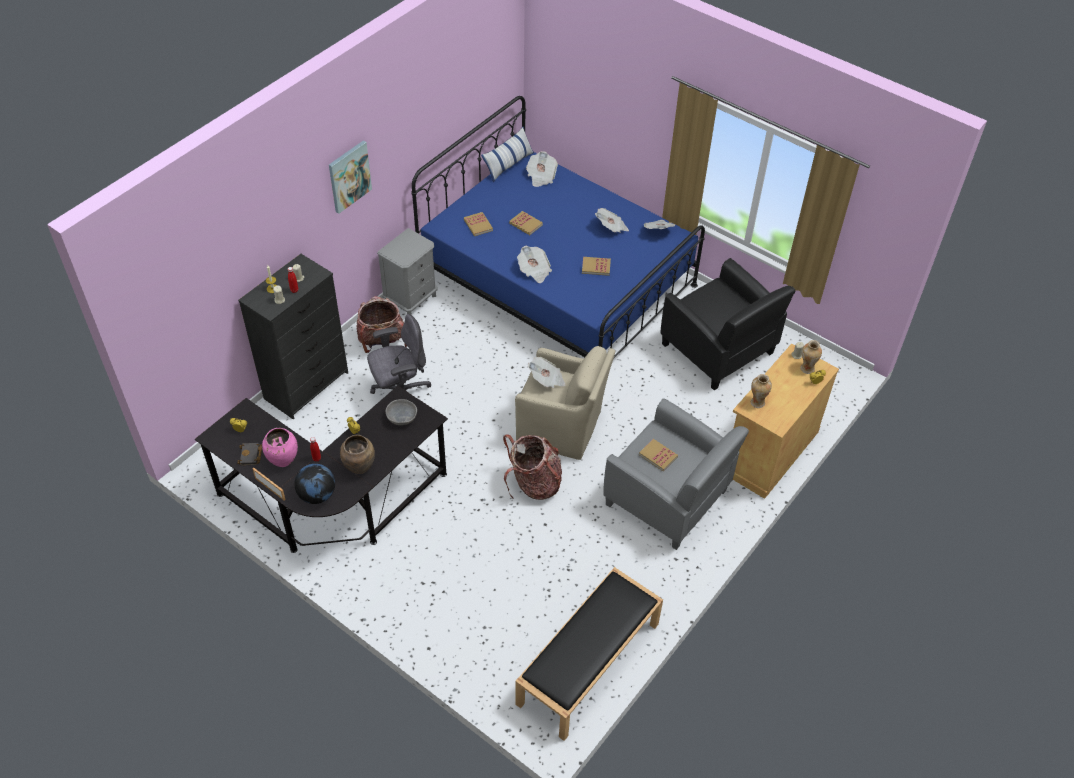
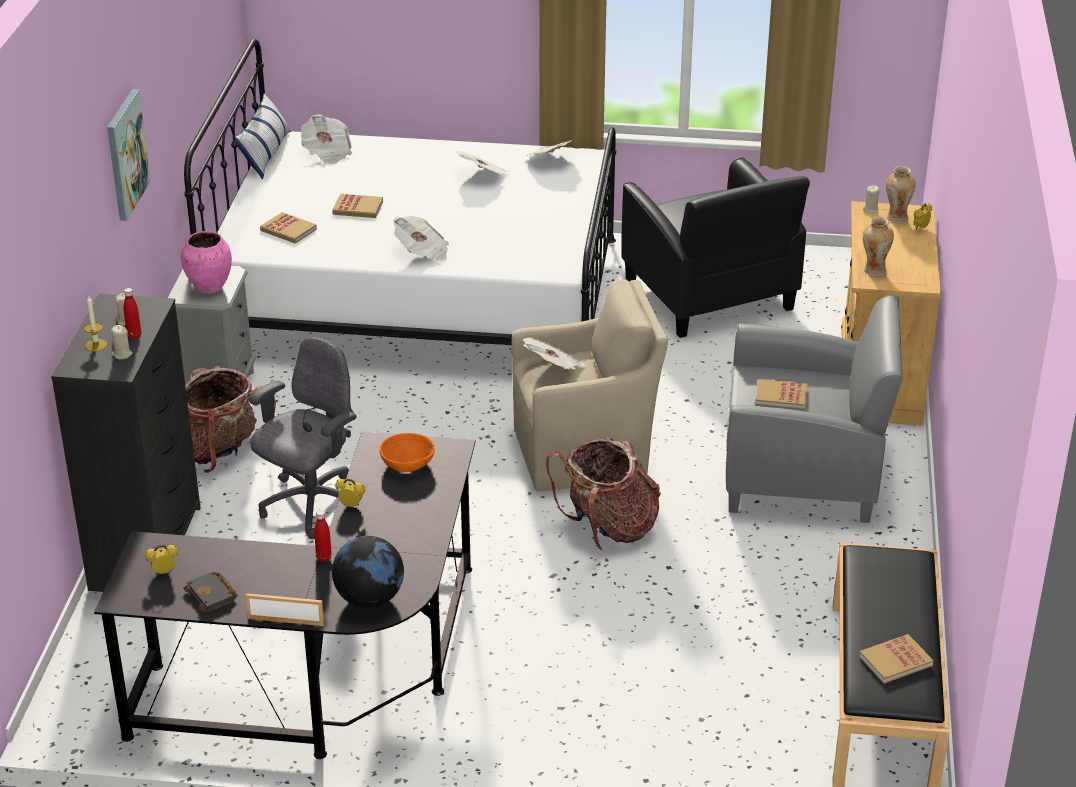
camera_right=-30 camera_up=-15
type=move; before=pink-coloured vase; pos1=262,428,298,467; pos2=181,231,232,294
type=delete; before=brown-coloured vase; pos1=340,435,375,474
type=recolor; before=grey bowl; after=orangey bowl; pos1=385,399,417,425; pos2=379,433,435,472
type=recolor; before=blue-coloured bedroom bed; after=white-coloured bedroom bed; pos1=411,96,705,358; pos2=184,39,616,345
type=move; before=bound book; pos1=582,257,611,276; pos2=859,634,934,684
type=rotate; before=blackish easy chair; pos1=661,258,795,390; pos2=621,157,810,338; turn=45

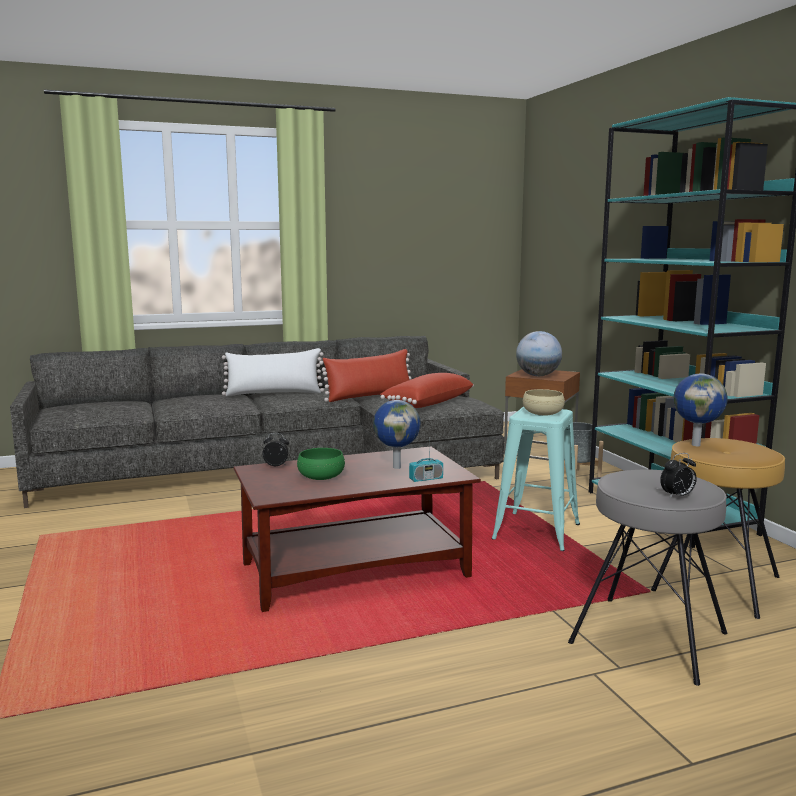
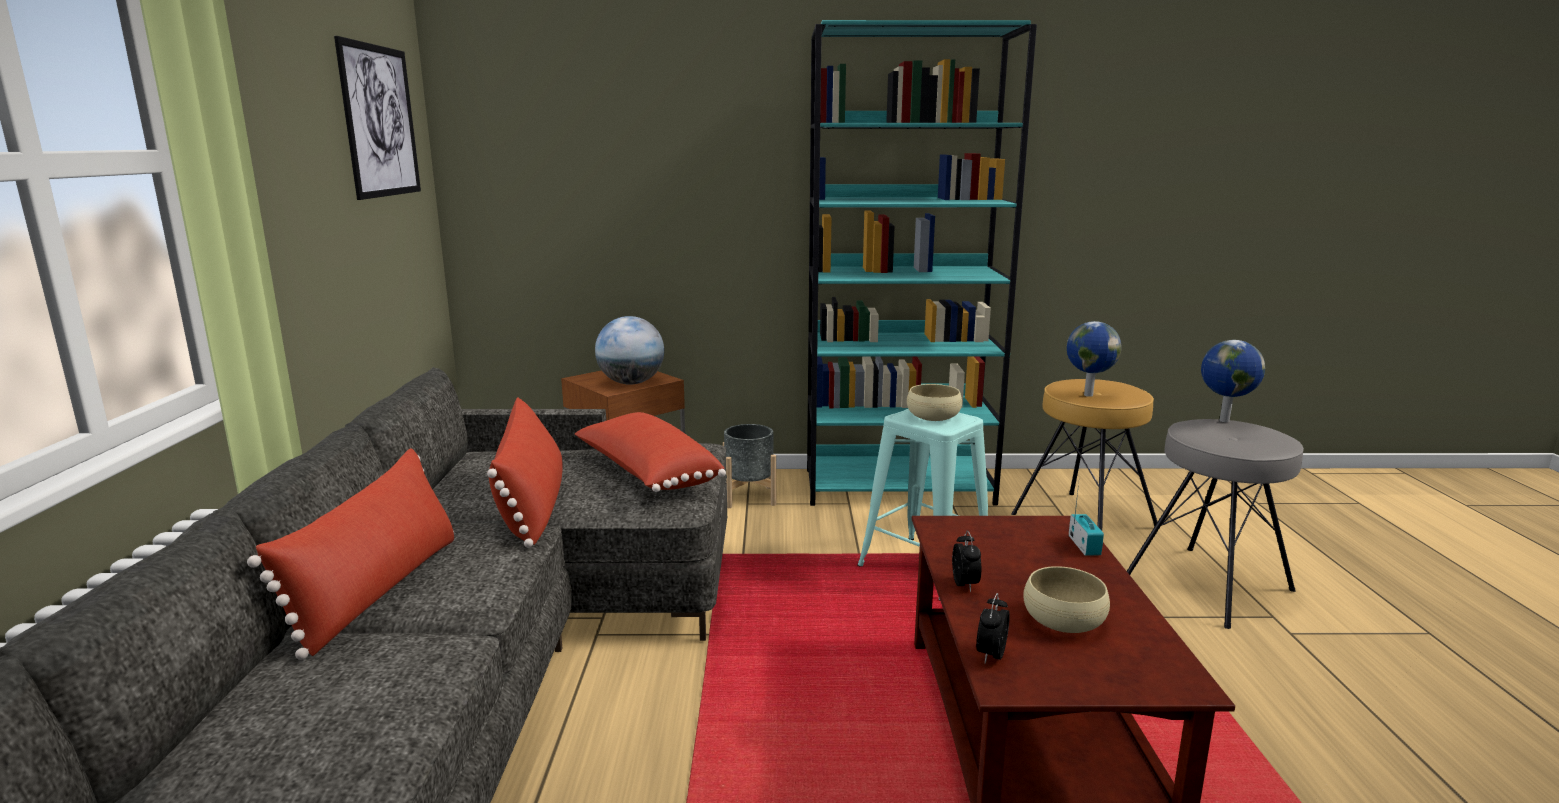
camera_right=-70 camera_up=5
type=recolor; before=white-coloured throw pillow; after=red throw pillow; pos1=222,348,324,396; pos2=247,448,455,660
type=recolor; before=green bowl; after=beige bowl; pos1=297,448,345,480; pos2=1023,566,1110,633
type=move; before=world globe; pos1=373,400,421,469; pos2=1201,340,1265,422
type=move; before=table clock; pos1=660,453,697,498; pos2=952,531,981,592
type=insert; after=wall picture; pos2=334,36,421,200

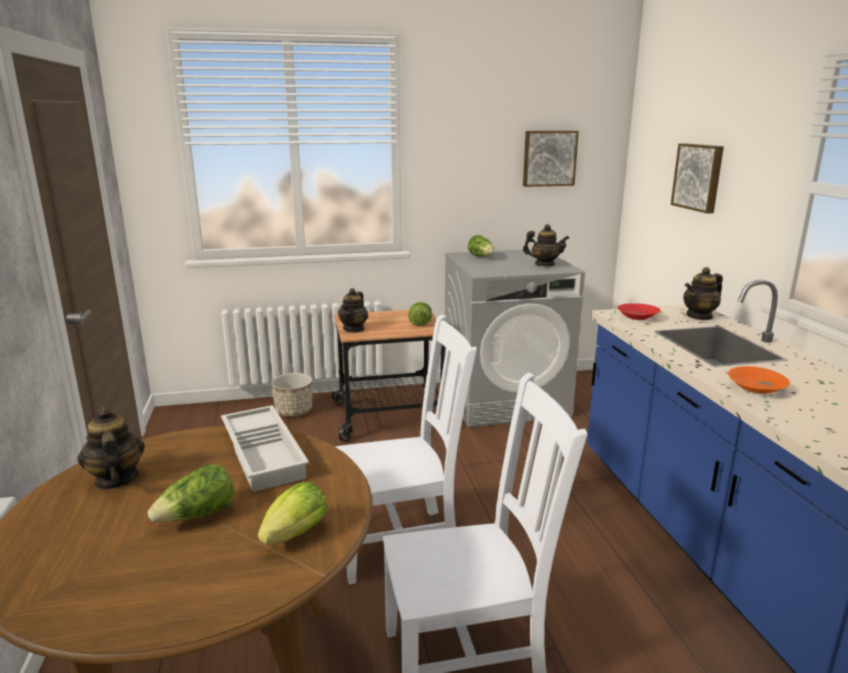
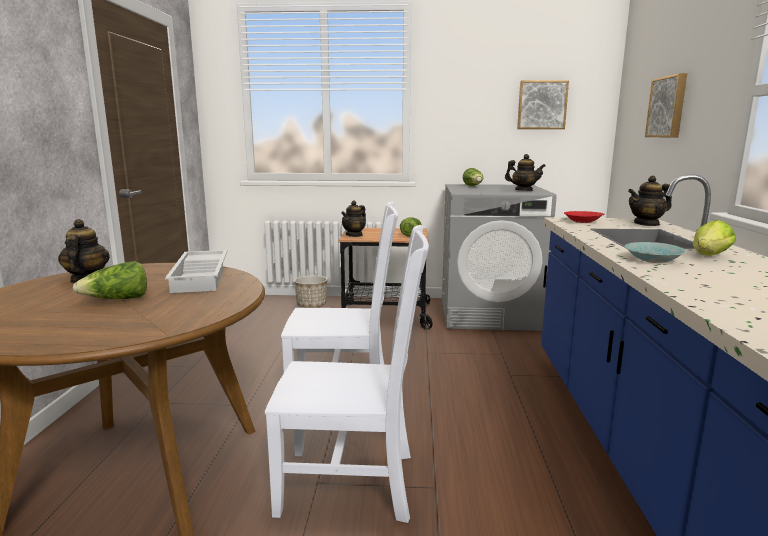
camera_right=15 camera_up=-5
type=move; before=lettuce head; pos1=258,482,327,544; pos2=693,220,736,256
type=recolor; before=orangey bowl; after=turquoise bowl; pos1=728,366,790,394; pos2=625,242,687,263

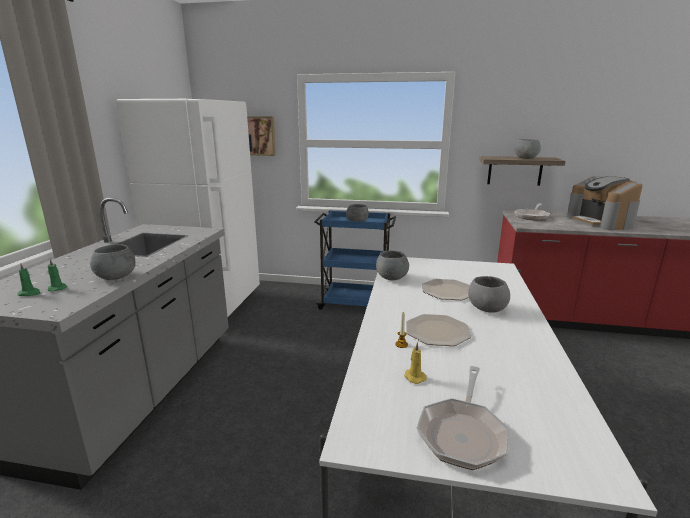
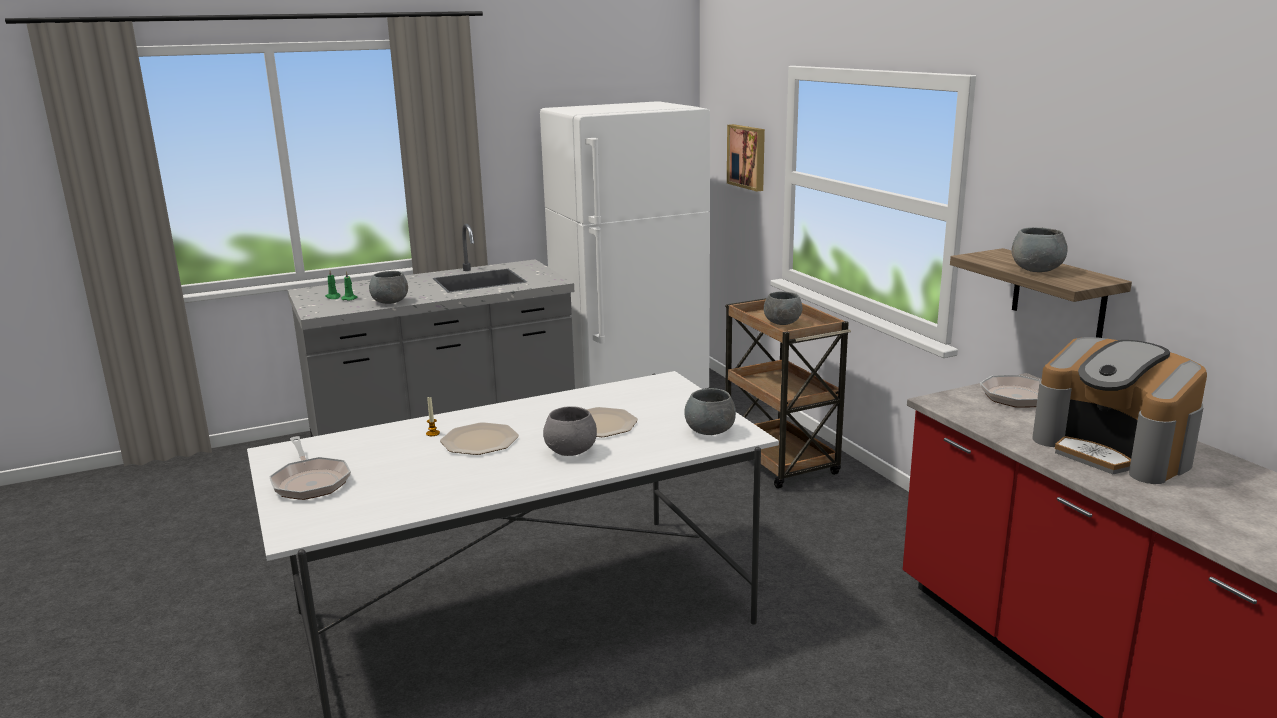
camera_right=55 camera_up=0
type=recolor; before=blue-coloured trolley; after=brown-coloured trolley; pos1=314,210,396,310; pos2=725,298,851,489
type=move; before=grey bowl; pos1=376,250,409,280; pos2=684,388,736,435
type=delete; before=yellowish wax light; pos1=404,342,427,384
type=rotate; before=frying pan; pos1=417,366,509,470; pos2=269,436,351,500; turn=-105
type=rotate; before=coffee machine; pos1=567,176,643,230; pos2=1032,337,1207,484; turn=-75

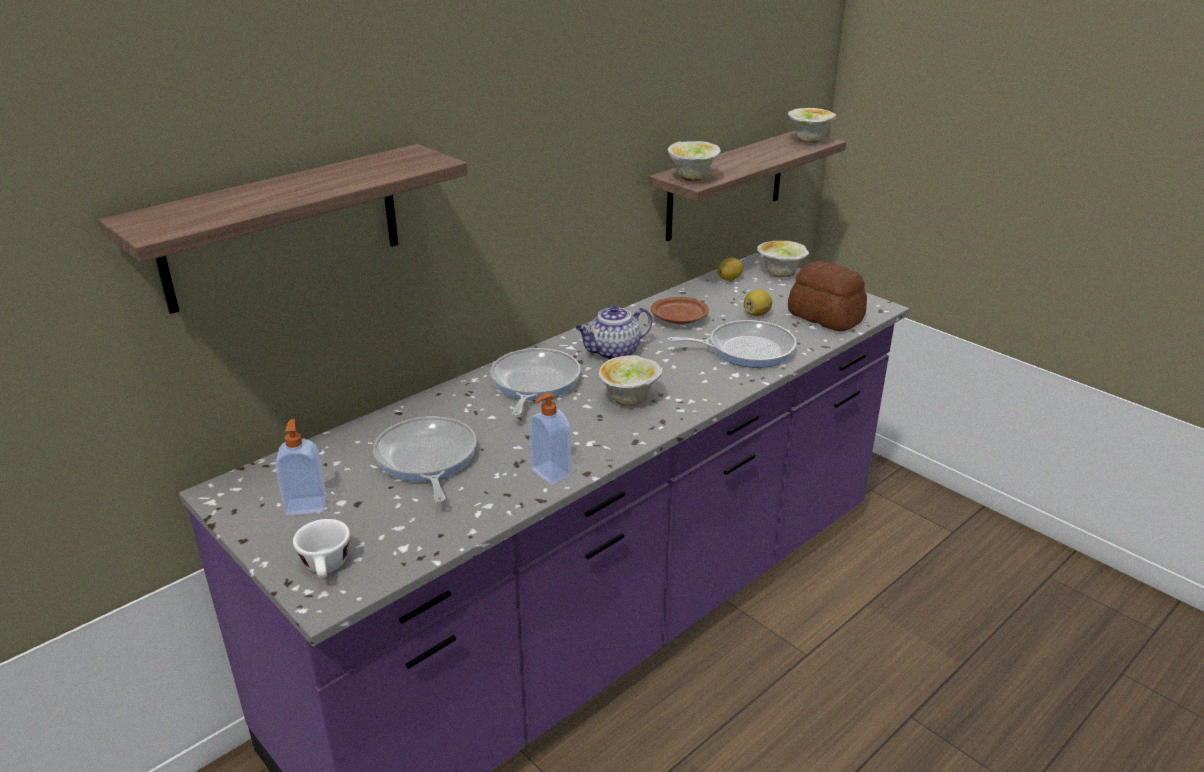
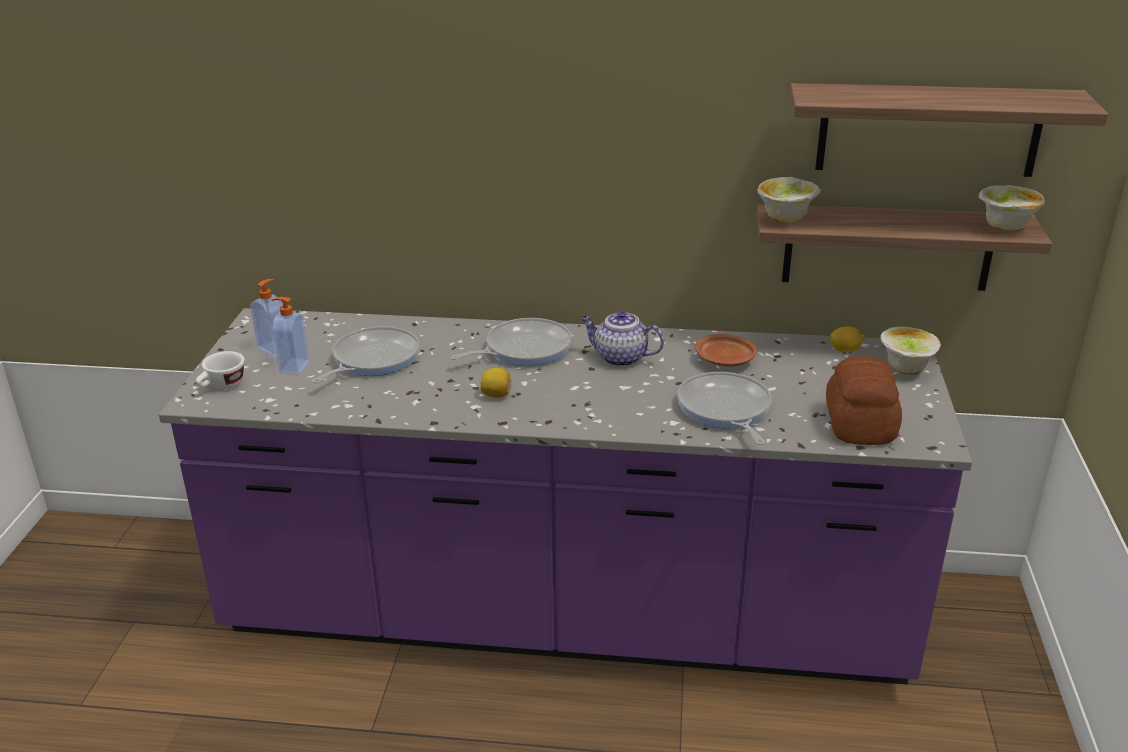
camera_right=50 camera_up=0
type=move; before=wall shelf; pos1=98,144,467,314; pos2=790,83,1108,177
type=move; before=soap dispenser; pos1=529,393,571,485; pos2=272,297,310,375
type=delete; before=bowl; pos1=598,355,662,406
type=rotate; before=frying pan; pos1=667,320,797,368; pos2=677,372,772,445; turn=-150
type=move; before=whole lemon; pos1=744,289,772,316; pos2=481,368,512,398

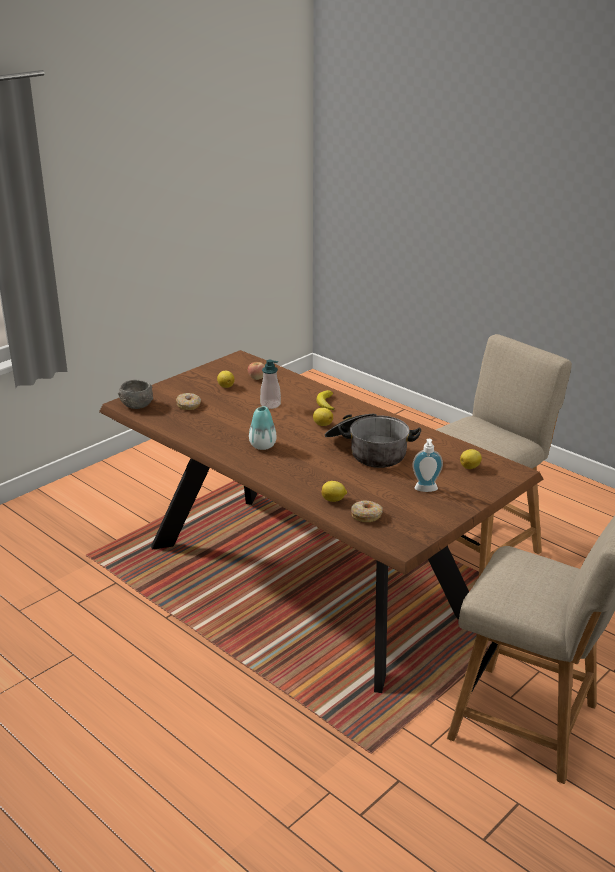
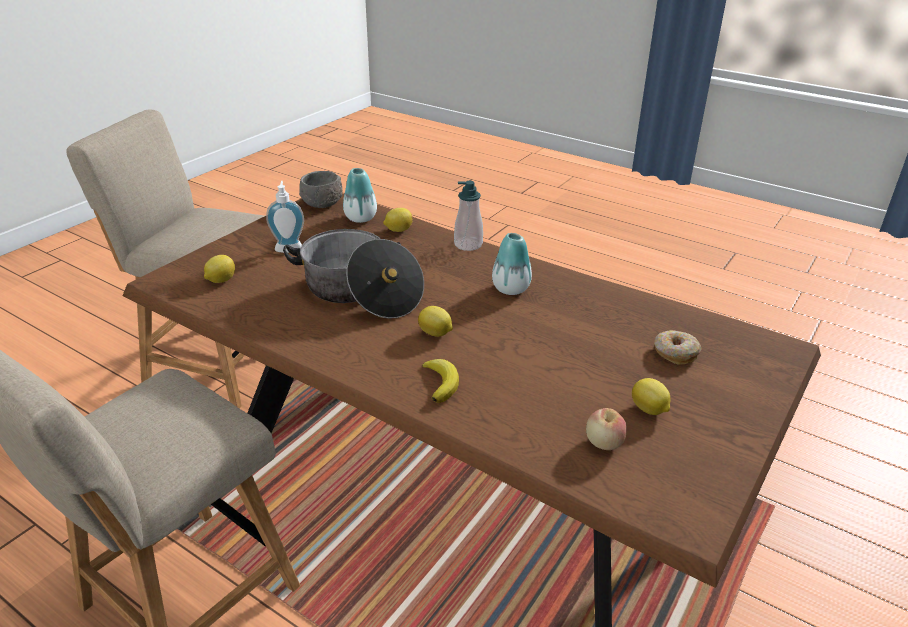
camera_right=170 camera_up=5
type=move; before=grey bowl; pos1=118,380,153,409; pos2=299,171,343,208
type=move; before=soap dispenser; pos1=260,360,281,409; pos2=454,181,483,251
type=replace; before=donut; after=vase; pos1=351,500,383,522; pos2=343,168,377,223

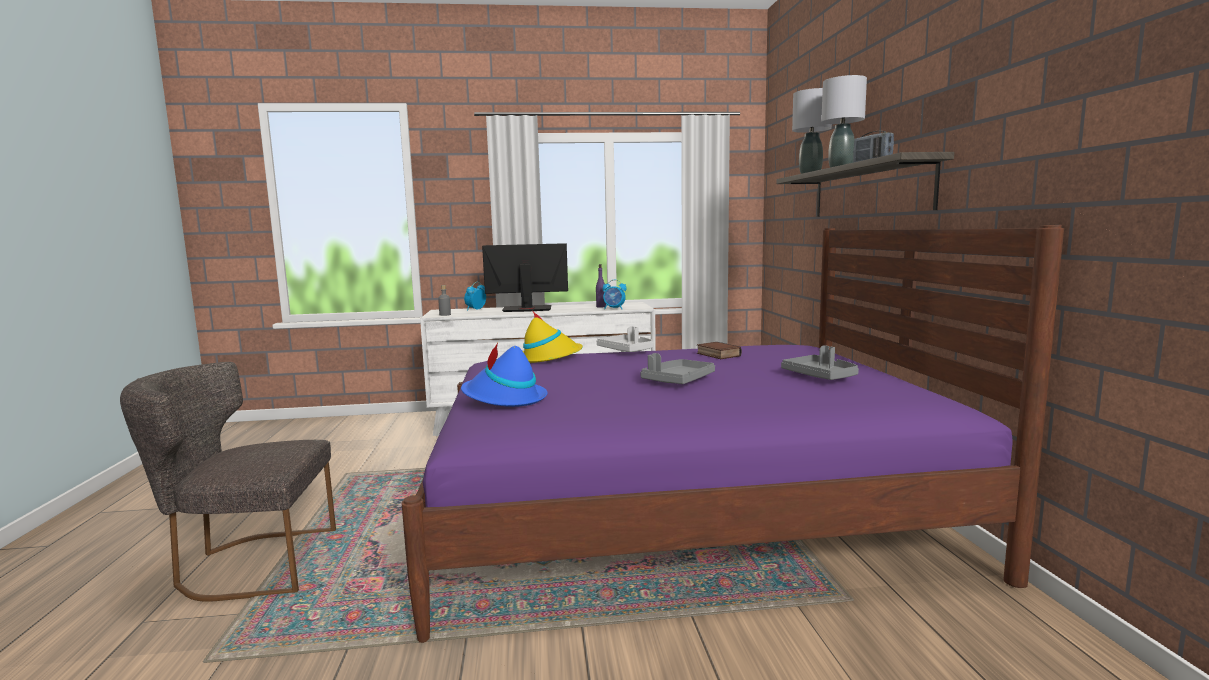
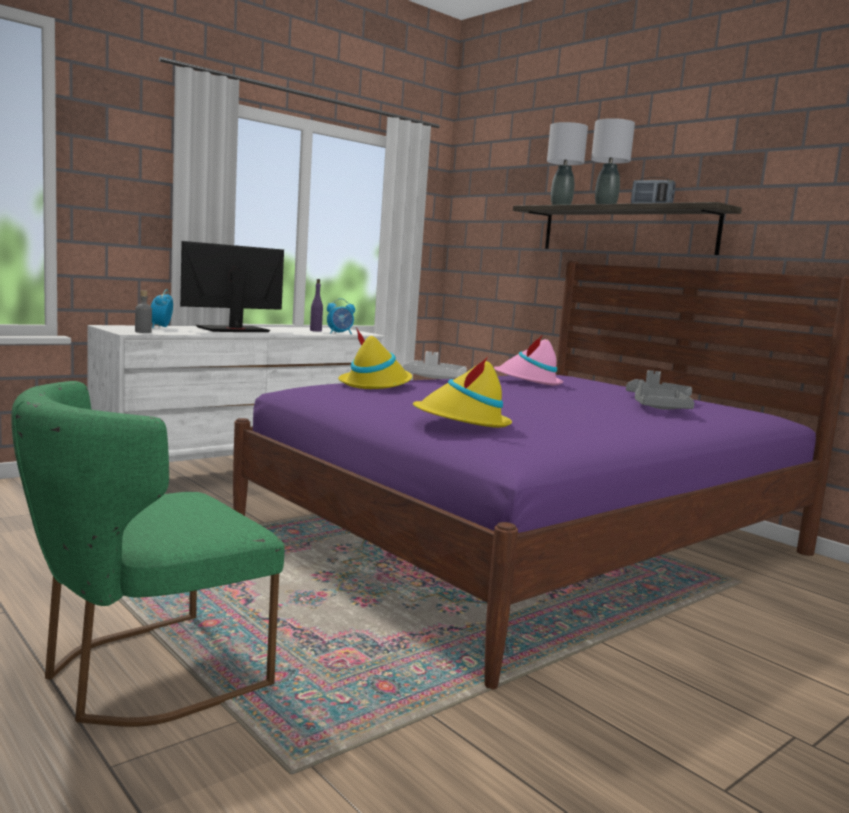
camera_right=-35 camera_up=0
type=recolor; before=grey upright chair; after=green upright chair; pos1=120,362,336,602; pos2=11,381,285,727
type=recolor; before=blue-coloured clothing hat; after=yellowish clothing hat; pos1=461,343,547,407; pos2=413,357,512,428
type=move; before=grey carrying tray; pos1=640,353,715,384; pos2=635,380,694,410
type=replace; before=bound book; after=pink-coloured clothing hat; pos1=697,342,742,359; pos2=494,336,563,386

